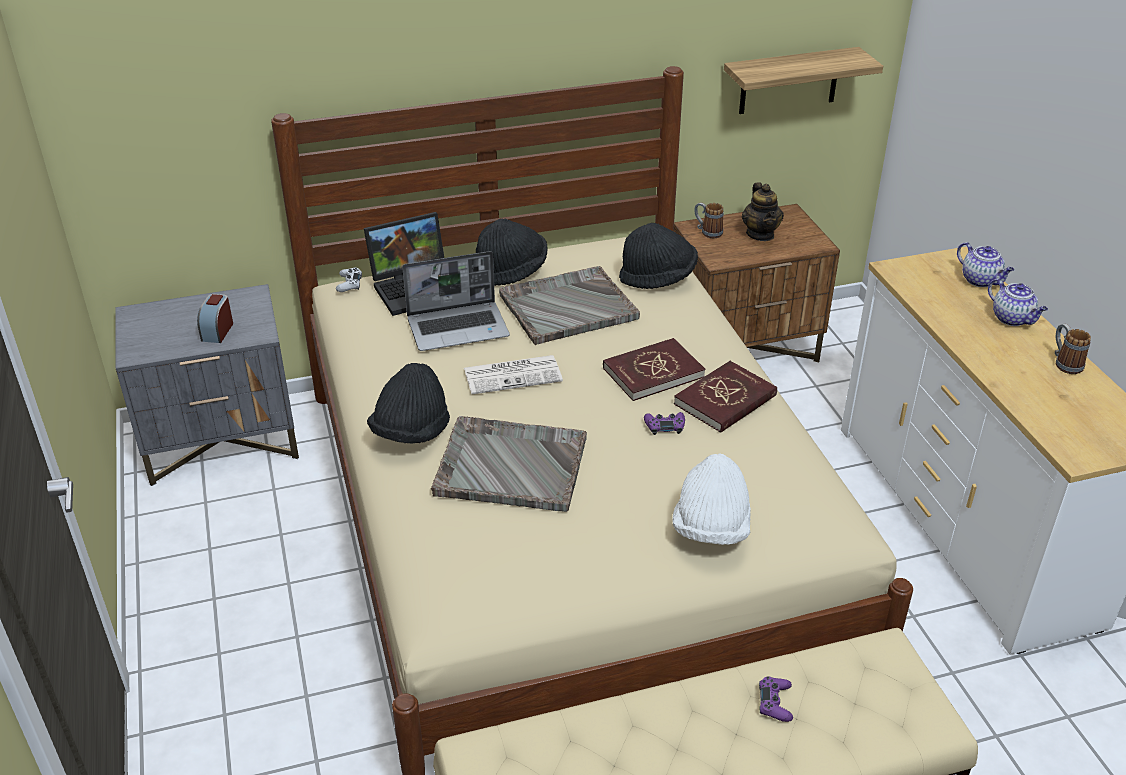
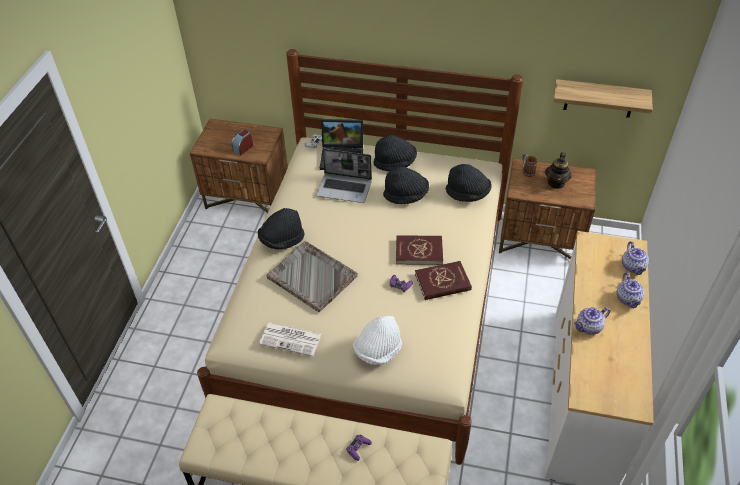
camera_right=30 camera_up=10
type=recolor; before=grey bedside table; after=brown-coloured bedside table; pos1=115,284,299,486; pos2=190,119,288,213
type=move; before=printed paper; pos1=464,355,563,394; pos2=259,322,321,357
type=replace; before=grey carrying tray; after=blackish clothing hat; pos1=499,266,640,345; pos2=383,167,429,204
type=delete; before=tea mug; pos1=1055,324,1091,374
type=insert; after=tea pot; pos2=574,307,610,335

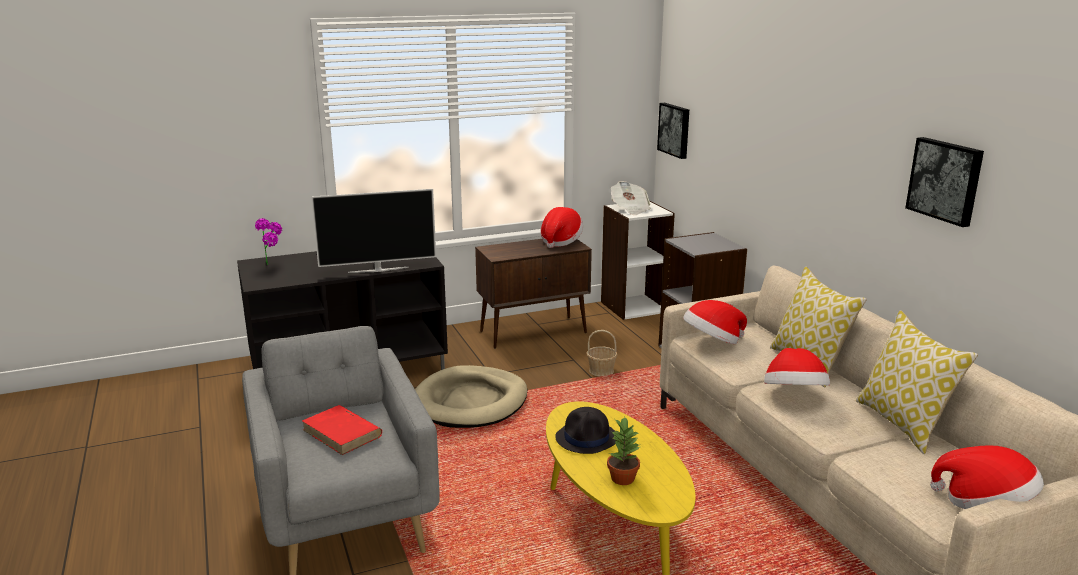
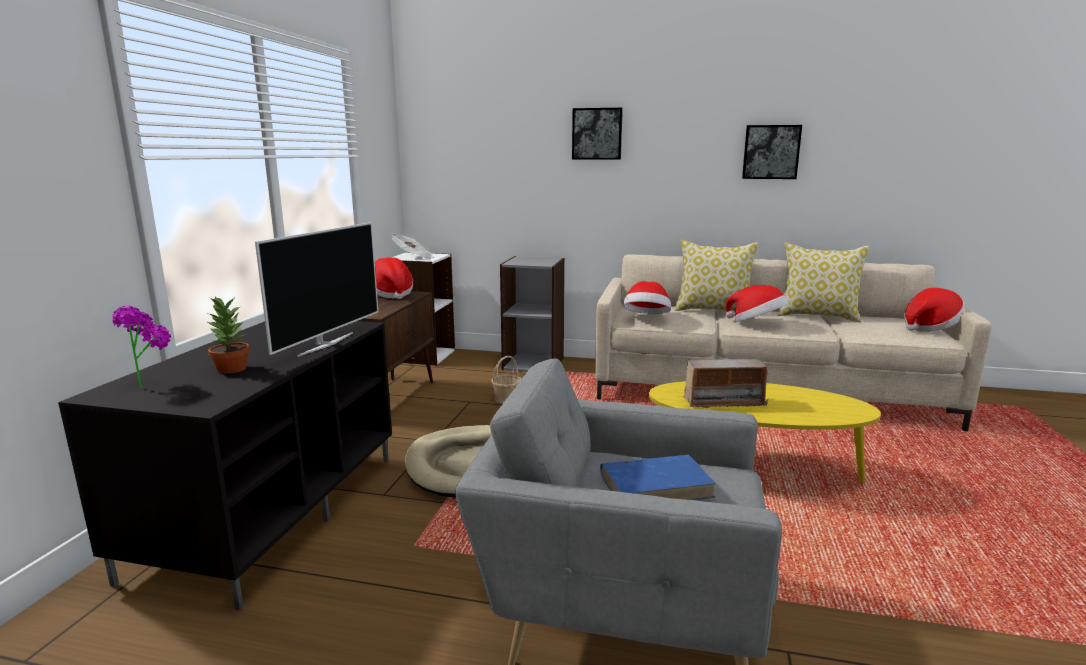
camera_right=-55 camera_up=-5
type=recolor; before=red bound book; after=blue-coloured bound book; pos1=302,405,382,455; pos2=600,455,716,500
type=replace; before=blackish clothing hat; after=radio; pos1=555,407,616,454; pos2=683,359,769,408
type=move; before=houseplant; pos1=607,417,640,485; pos2=206,296,250,374
type=move; before=wall picture; pos1=657,103,689,159; pos2=572,108,623,160

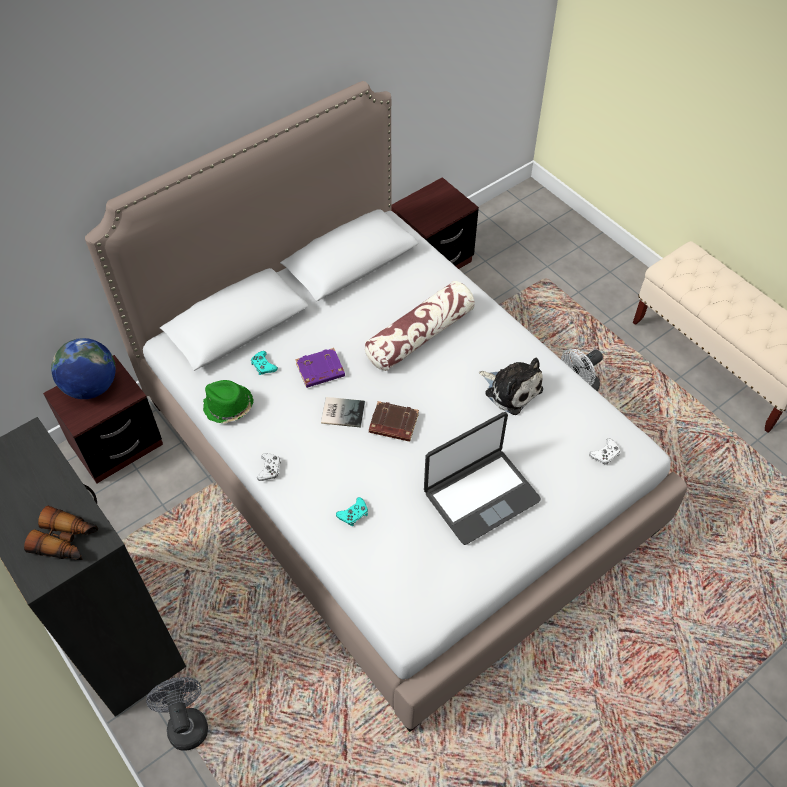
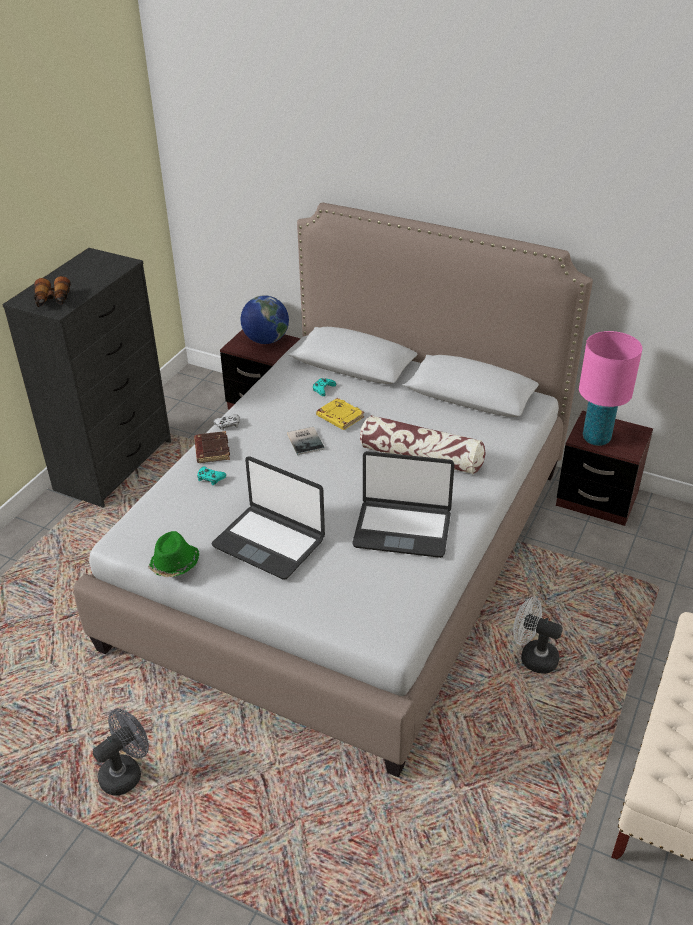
camera_right=65 camera_up=-15
type=move; before=grey fan; pos1=146,677,208,751; pos2=93,709,149,795
type=move; before=green clothing hat; pos1=203,380,254,423; pos2=148,531,199,577
type=recolor; before=purple-coloured bound book; after=yellowish bound book; pos1=295,348,345,388; pos2=316,398,364,430
type=move; before=brown-coloured bound book; pos1=369,401,419,442; pos2=194,431,230,463
type=replace; before=plush toy; after=laptop; pos1=479,358,543,415; pos2=352,451,455,558
type=delete; before=white-coloured joypad; pos1=589,439,620,465
type=insert; after=pink-coloured lamp for a table; pos2=579,331,642,446

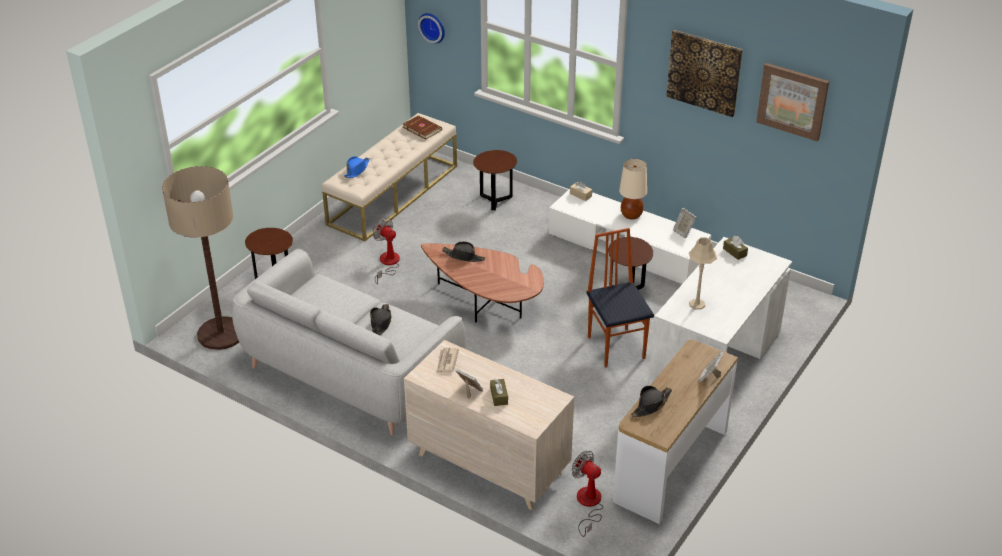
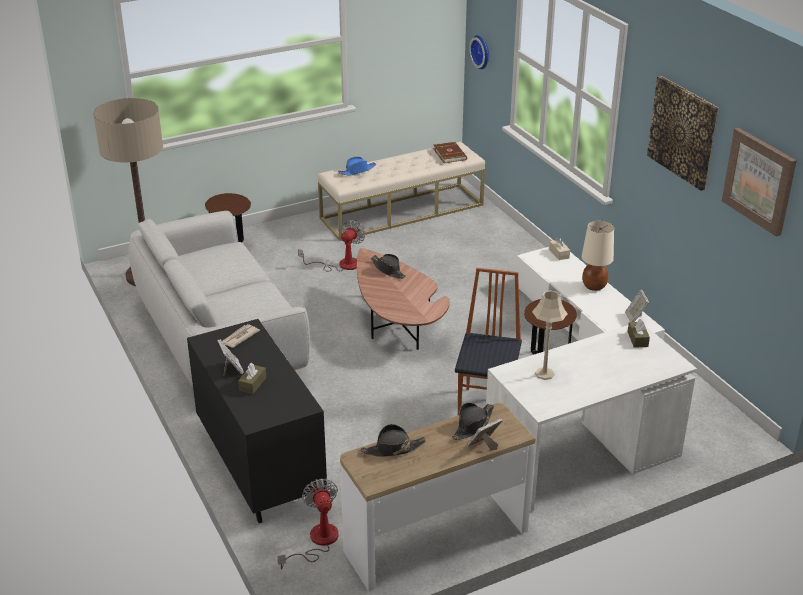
camera_right=30 camera_up=-5
type=move; before=blackish clothing hat; pos1=370,304,391,335; pos2=452,403,494,440
type=rotate; before=fan; pos1=372,218,400,284; pos2=298,220,365,271; turn=45
type=recolor; before=beige chest of drawers; after=blackish chest of drawers; pos1=404,340,574,510; pos2=187,319,327,523
type=delete; before=brown-coloured side table; pos1=473,150,517,210

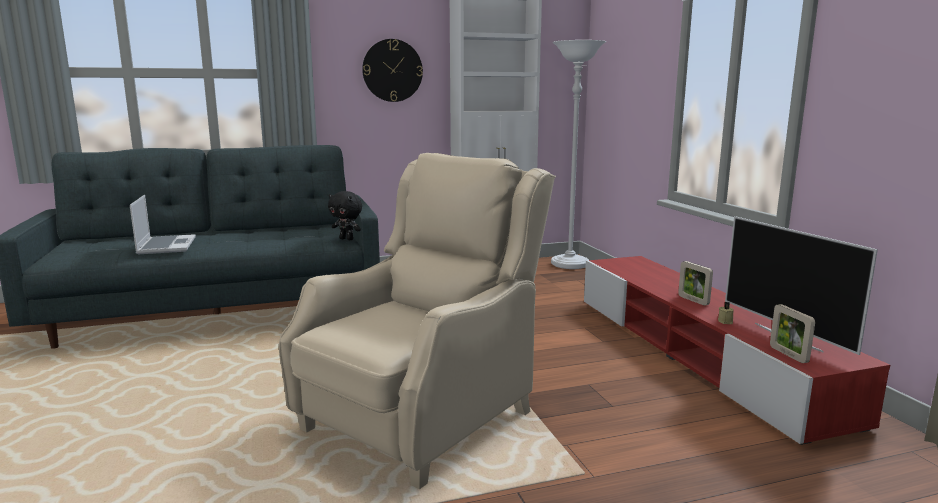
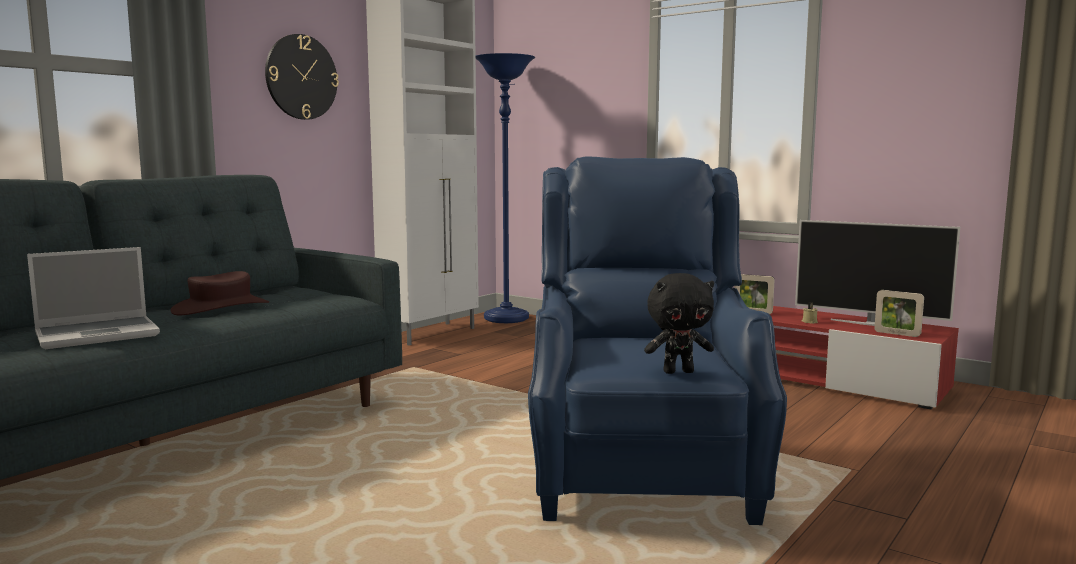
camera_right=-35 camera_up=-5
type=rotate; before=laptop; pos1=130,195,196,254; pos2=27,247,160,349; turn=105
type=recolor; before=beige easy chair; after=blue-coloured easy chair; pos1=279,153,556,489; pos2=528,156,787,525
type=move; before=blackish plush toy; pos1=328,191,362,240; pos2=644,273,714,374
type=recolor; before=white-coloured floor lamp; after=blue-coloured floor lamp; pos1=551,40,606,269; pos2=476,53,535,323
type=insert; after=brown-coloured clothing hat; pos2=170,271,269,315

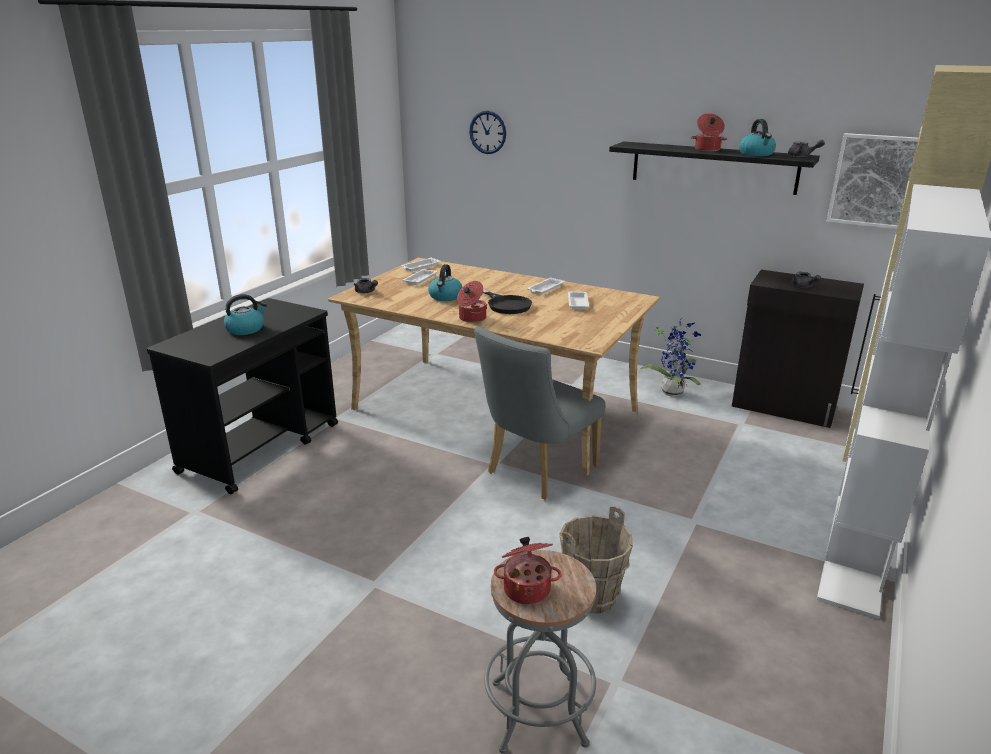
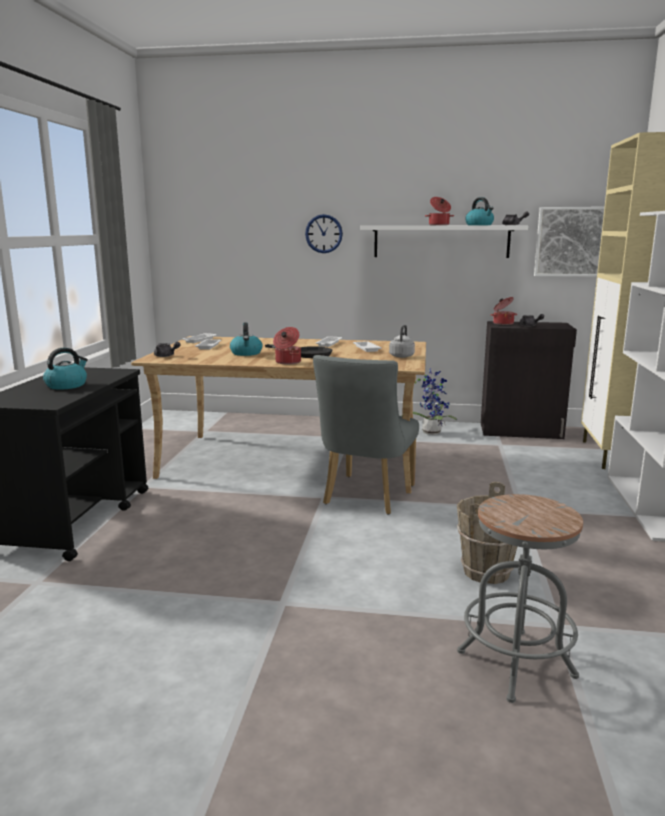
camera_right=-20 camera_up=-10
type=move; before=wall clock; pos1=469,111,506,154; pos2=305,214,343,253
type=move; before=cooking pot; pos1=494,537,562,605; pos2=491,297,517,325
type=recolor; before=blackish wall shelf; after=white-coloured wall shelf; pos1=609,141,820,195; pos2=360,226,528,258
type=insert; after=grey water kettle; pos2=389,325,415,358

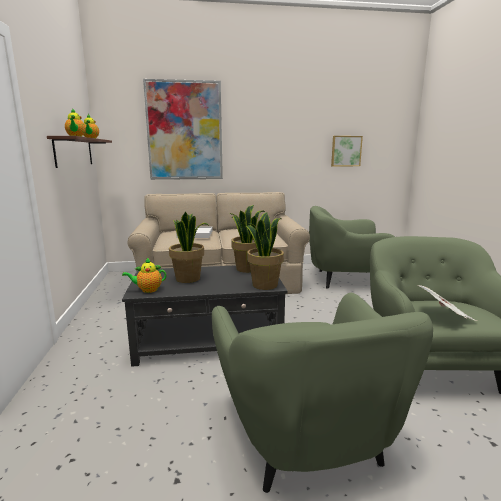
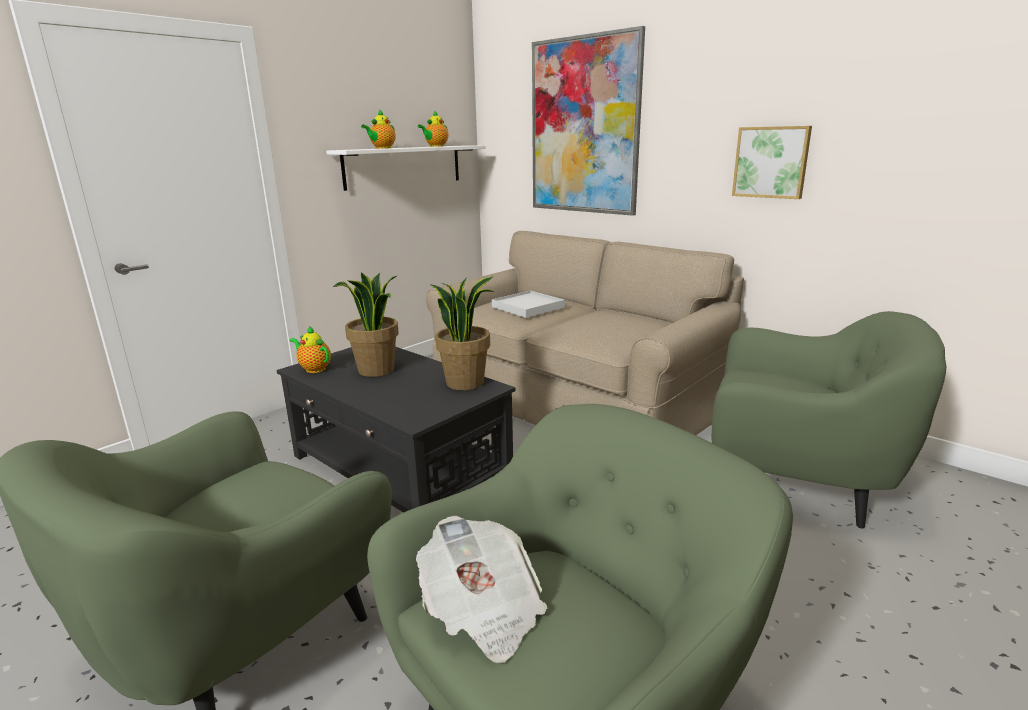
camera_right=50 camera_up=5
type=recolor; before=brown-coloured wall shelf; after=white-coloured wall shelf; pos1=47,136,112,168; pos2=326,145,486,191
type=delete; before=houseplant; pos1=244,212,284,290
type=rotate; before=green easy chair; pos1=309,206,395,289; pos2=712,311,946,528; turn=150
type=move; before=wall picture; pos1=331,136,363,166; pos2=732,126,812,199

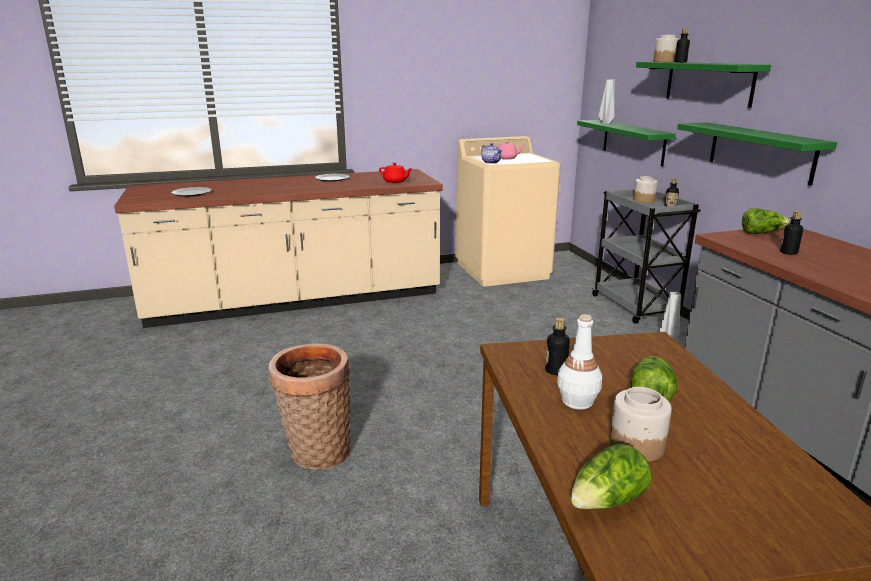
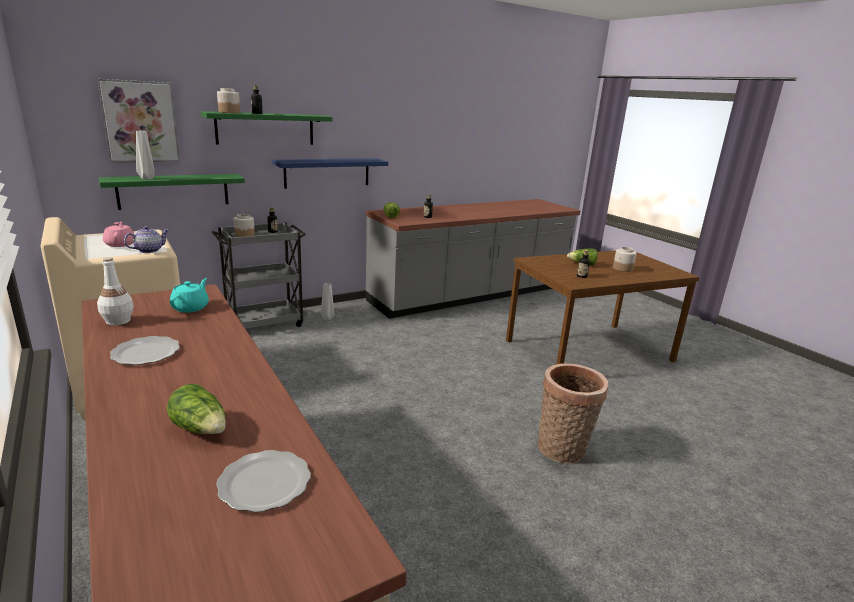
camera_right=-105 camera_up=0
type=recolor; before=red tea pot; after=turquoise tea pot; pos1=379,163,413,183; pos2=170,278,209,313
type=move; before=white-coloured bottle; pos1=557,314,602,410; pos2=97,257,134,326
type=move; before=lettuce head; pos1=570,444,652,509; pos2=167,384,226,434
type=recolor; before=green wall shelf; after=blue-coloured wall shelf; pos1=677,122,837,185; pos2=272,158,388,189
type=insert; after=wall picture; pos2=97,79,180,163

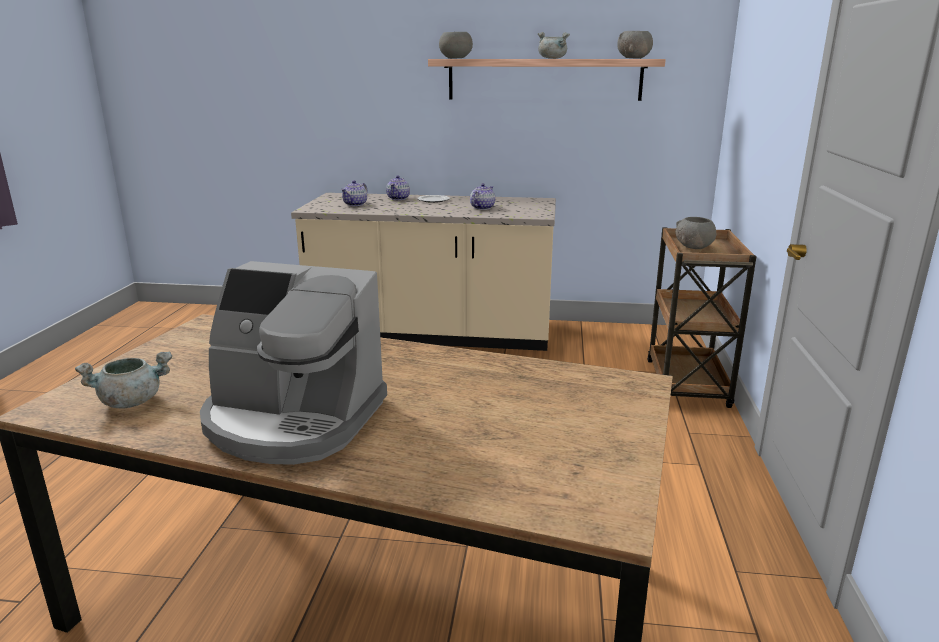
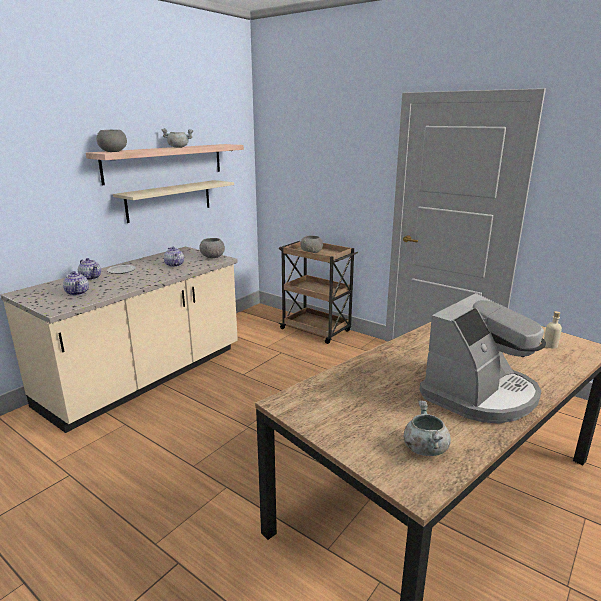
camera_right=-60 camera_up=0
type=move; before=grey bowl; pos1=617,31,653,59; pos2=199,238,225,258
type=insert; after=beige wall shelf; pos2=113,180,234,223
type=insert; after=beige bottle; pos2=544,311,562,349

